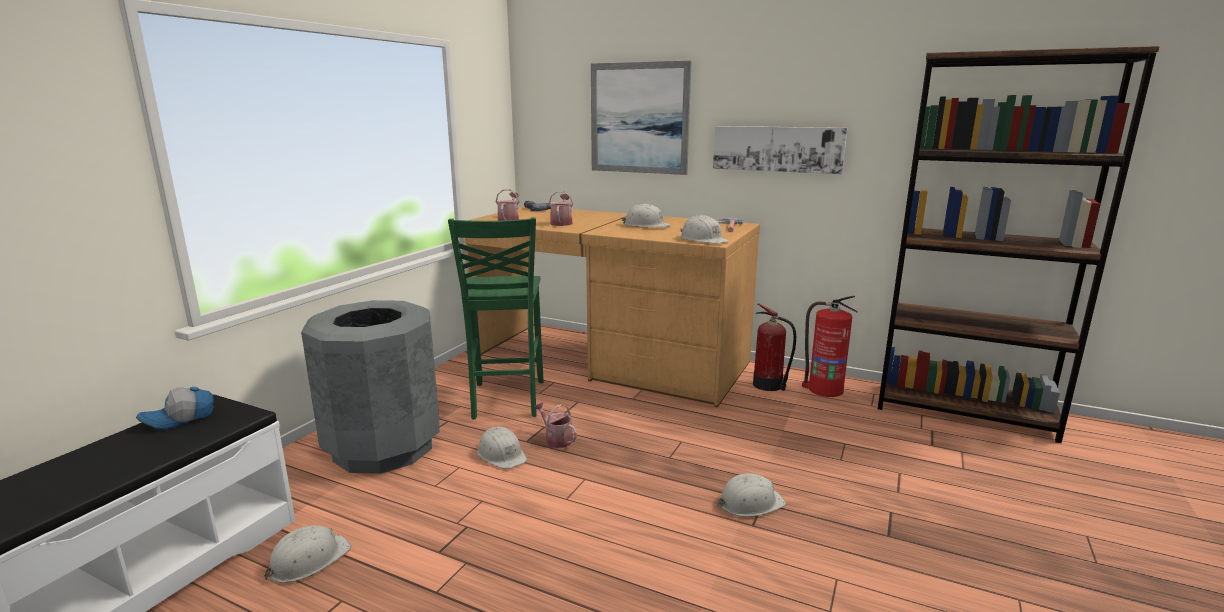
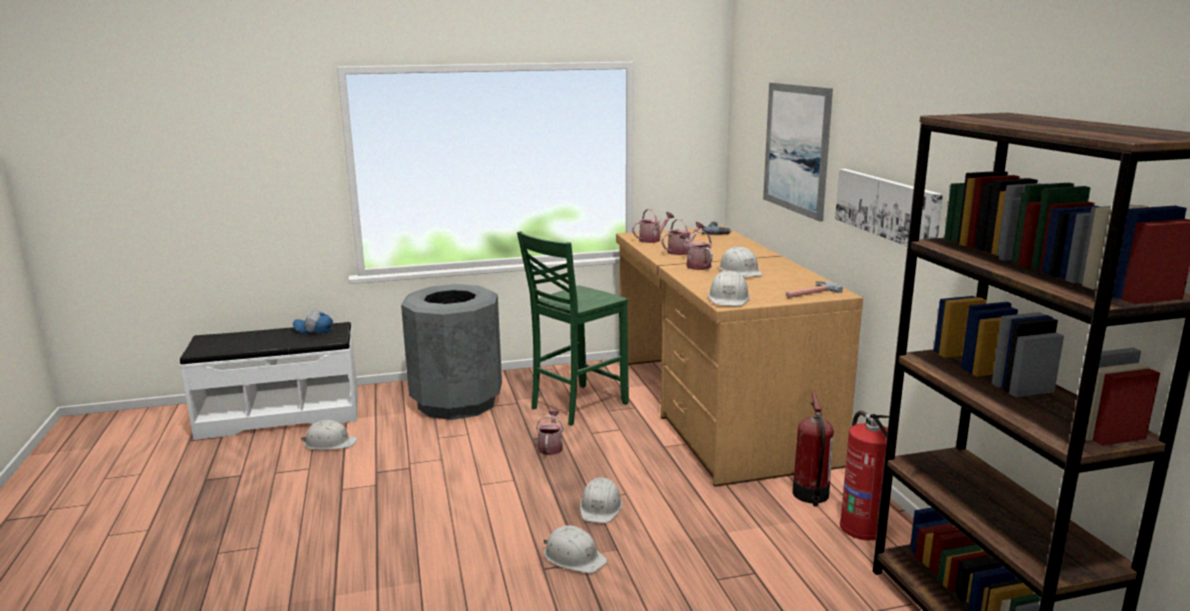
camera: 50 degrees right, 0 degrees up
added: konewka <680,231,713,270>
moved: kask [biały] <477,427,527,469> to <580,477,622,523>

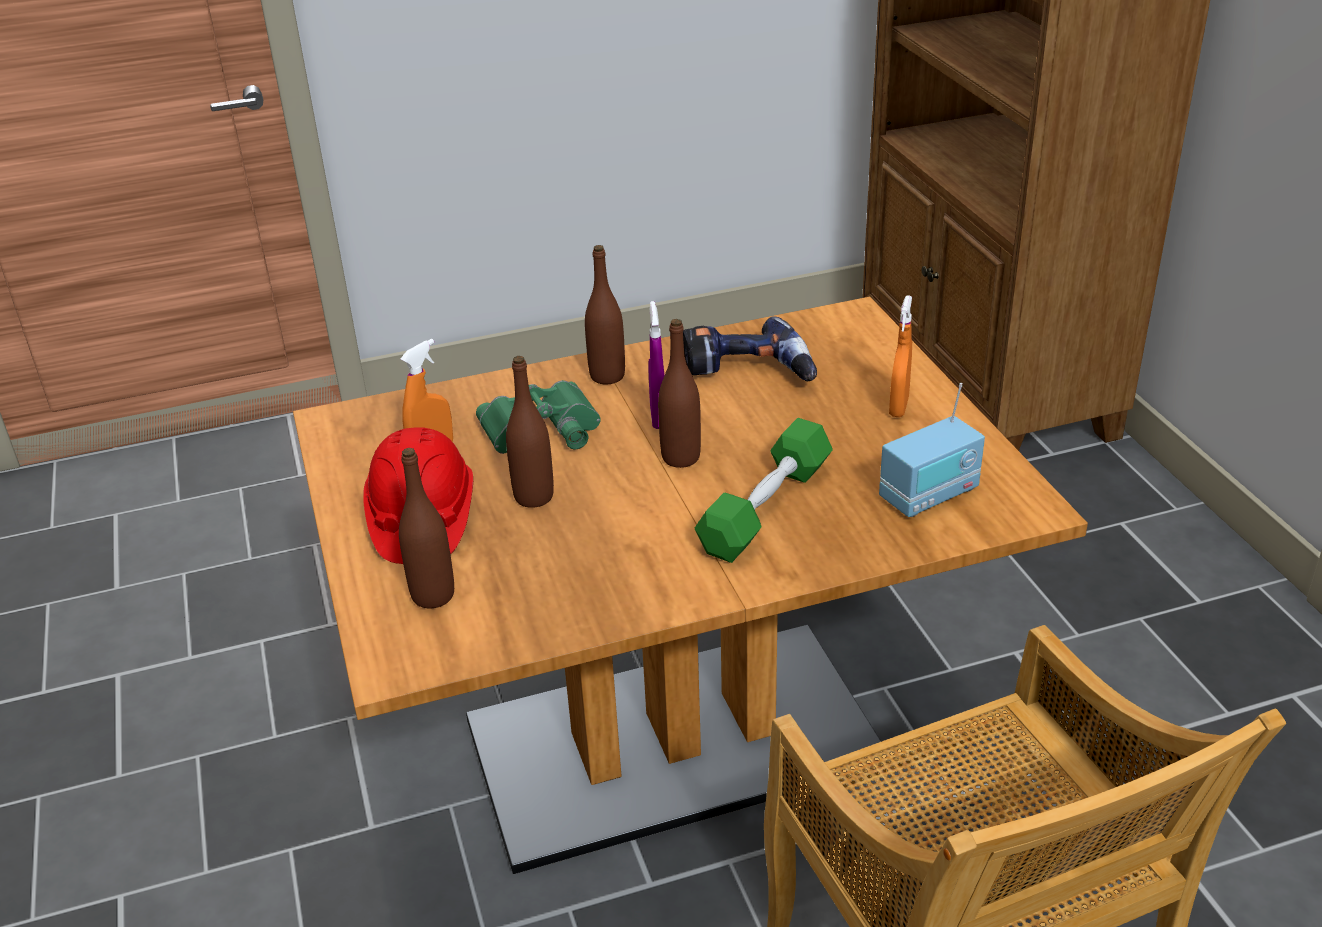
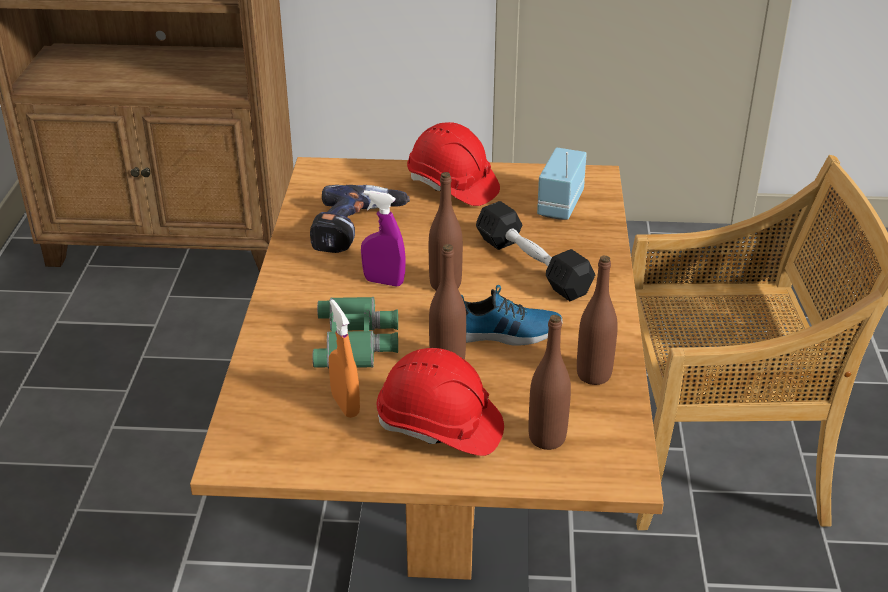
camera: 70 degrees left, 0 degrees up
added: but <461,285,562,346>
moved: butelka [brązowy] <585,245,625,384> to <577,256,618,385>
replaced: spryskiwacz [pomarańczowy] <889,295,912,417> to kask [czerwony] <407,122,500,206>
recoloured: hantel [zielony] <695,418,833,563> to hantel [czarny] <476,201,595,301>
turned: radio <879,383,985,517> = <537,148,587,220> 150 degrees counterclockwise

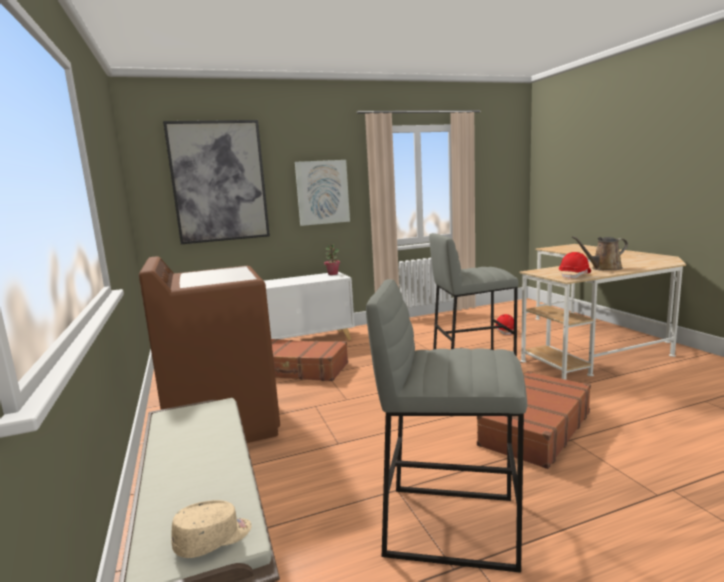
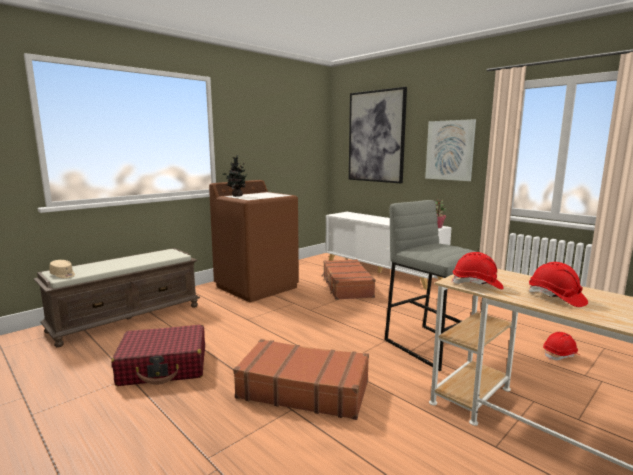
camera: 65 degrees right, 0 degrees up
added: roślina doniczkowa <223,155,247,197>
replaced: stołek [szary] <366,279,527,573> to walizka [czerwony] <111,325,205,386>; konewka [brązowy] <572,236,628,271> to kask [czerwony] <529,262,588,307>

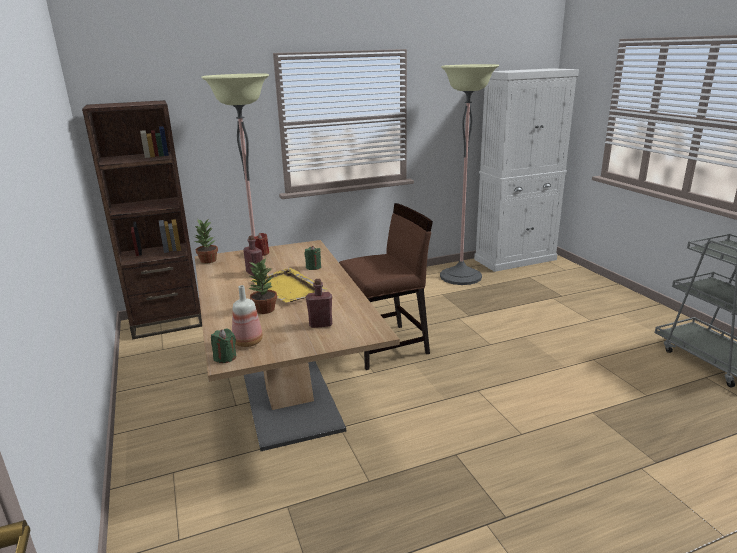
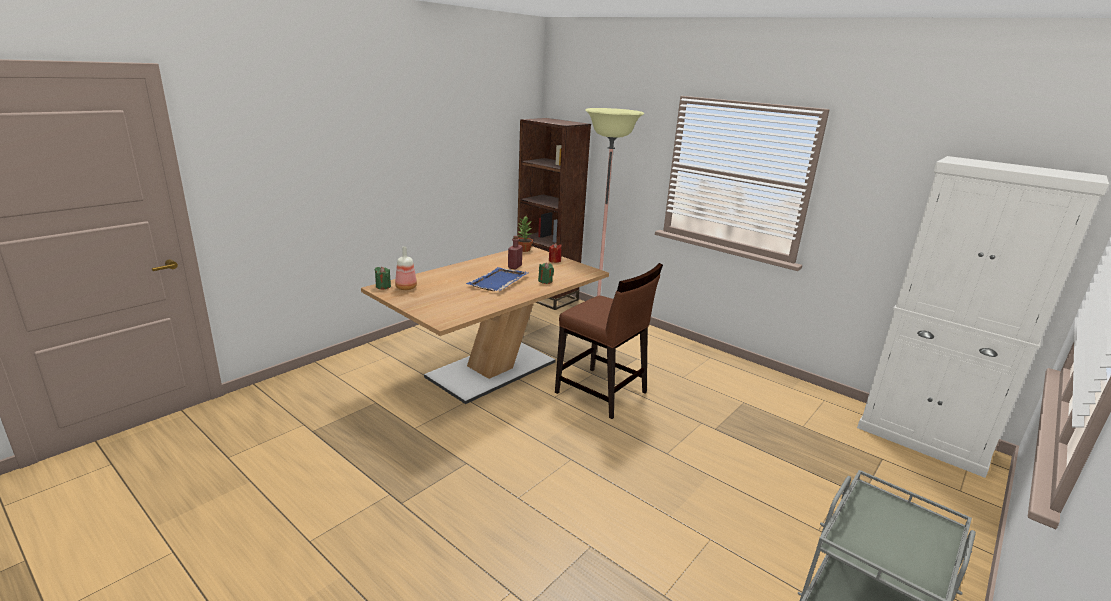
camera: 60 degrees right, 0 degrees up
removed: roślina doniczkowa <248,258,277,314>; butelka [czerwony] <306,279,332,328>; lampa stojąca <440,64,499,285>
recoloured: taca [żółty] <251,268,328,303> to taca [niebieski] <466,267,528,291>

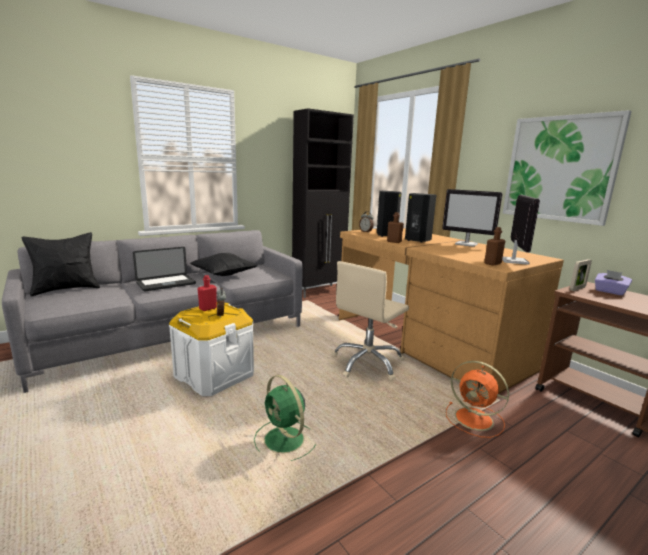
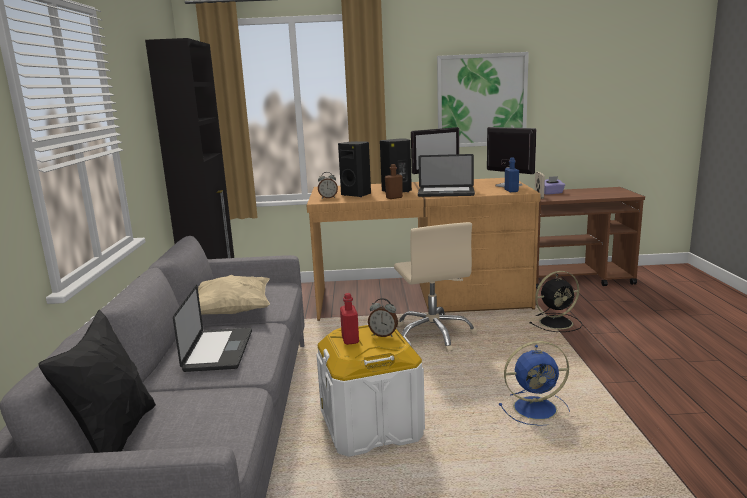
camera: 55 degrees left, 0 degrees up
added: laptop <418,154,475,197>
recoloured: poduszka [czarny] <190,253,258,276> to poduszka [beżowy] <198,275,270,315>; wentylator [zielony] <254,375,315,461> to wentylator [niebieski] <499,341,570,426>; butelka [brązowy] <484,227,505,266> to butelka [niebieski] <505,158,519,192>; wentylator [pomarańczowy] <446,361,509,438> to wentylator [czarny] <529,271,582,332>

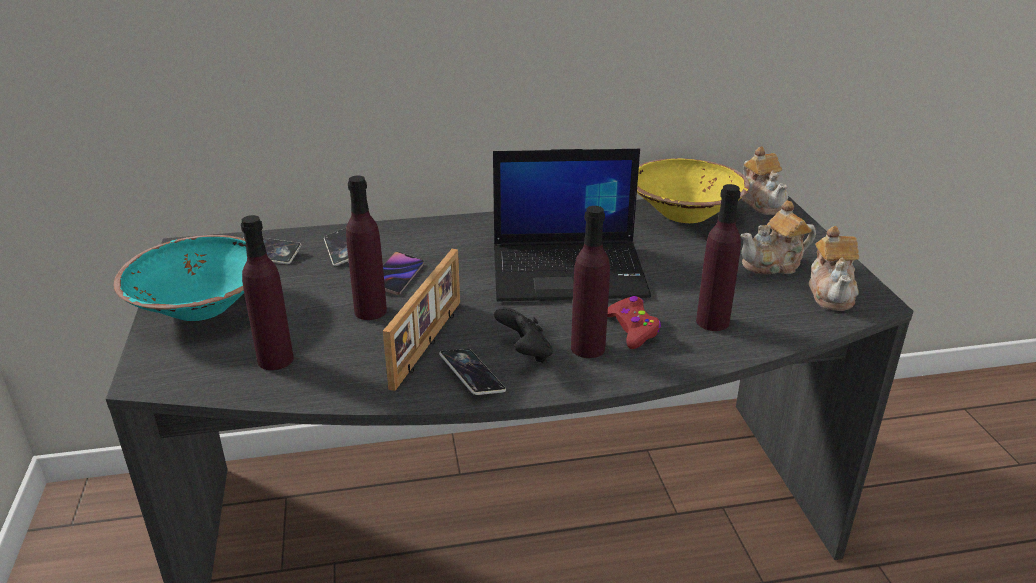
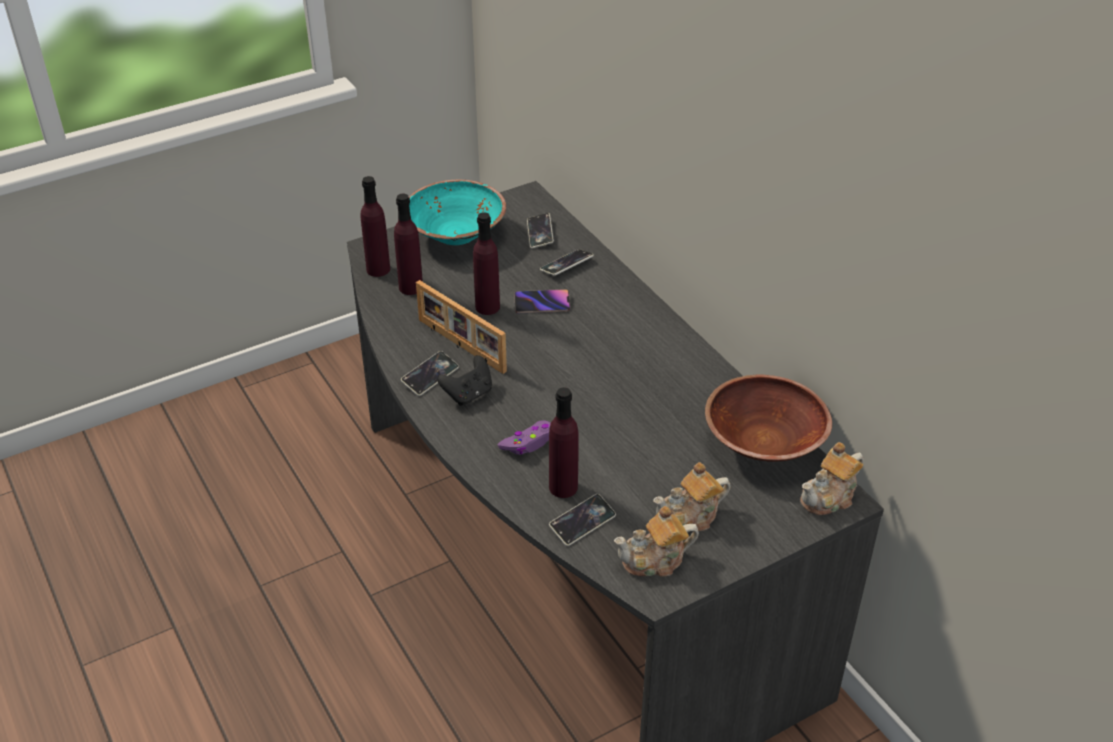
camera: 70 degrees right, 10 degrees up
removed: laptop <493,149,651,301>
added: telefon <549,494,616,546>
moved: butelka [fioletowy] <571,206,610,358> to <360,176,390,277>
recoloured: pad do gier [czerwony] <607,296,661,349> to pad do gier [fioletowy] <498,420,551,455>; miska [żółty] <637,158,750,223> to miska [brązowy] <705,375,832,462>
turned: ramka na zdjęcie <383,249,460,391> = <416,280,507,374> 45 degrees clockwise; imbryk <741,200,816,274> = <653,462,730,532> 75 degrees counterclockwise

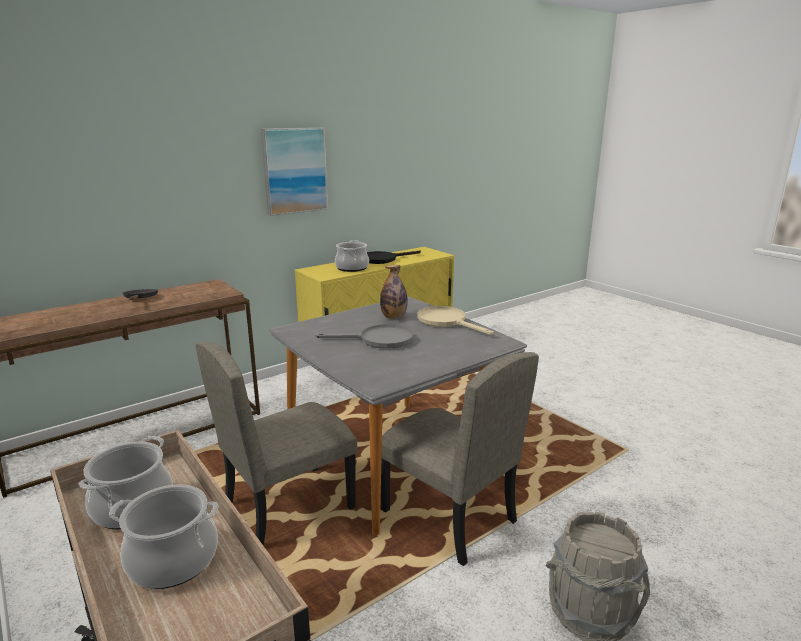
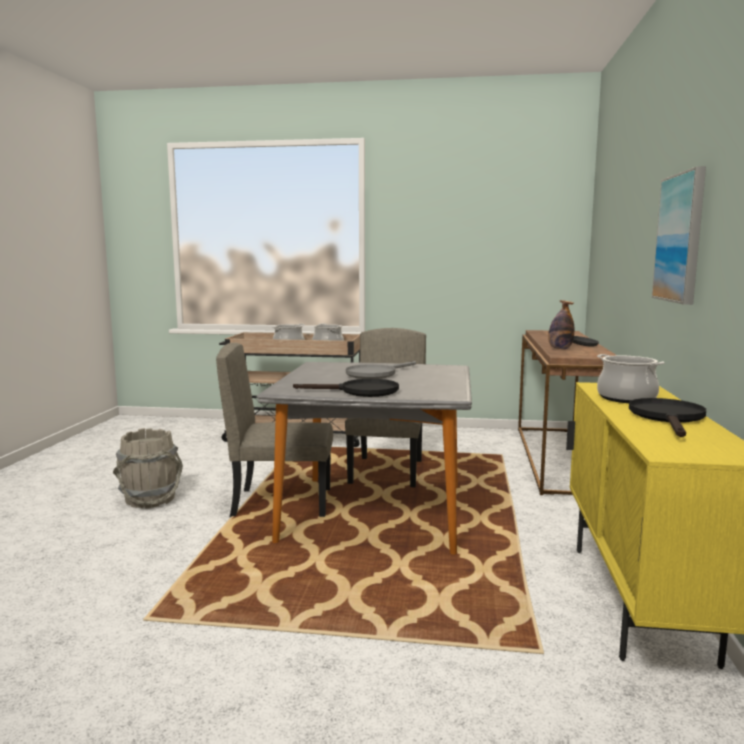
camera: 135 degrees right, 10 degrees down
moved: butelka <380,265,408,319> to <548,300,575,349>
recoloured: patelnia [beżowy] <417,306,494,335> to patelnia [czarny] <293,379,399,397>

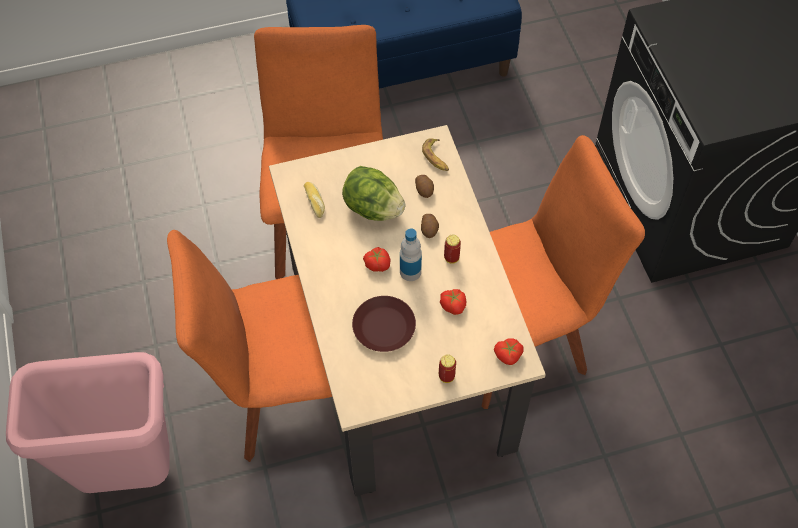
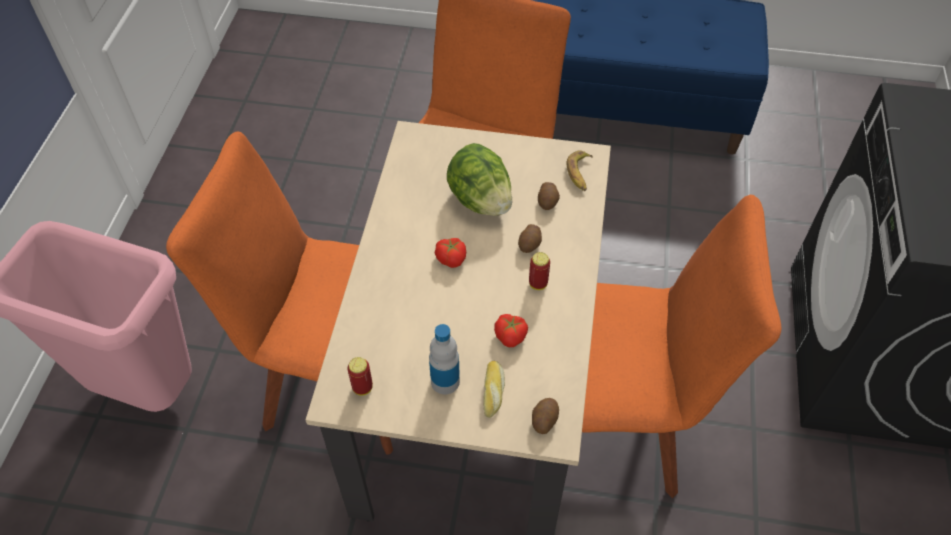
camera: 25 degrees right, 5 degrees down
removed: talerz [brązowy] <352,296,416,352>
moved: puszka <439,354,456,383> to <348,357,373,396>; butelka <400,229,422,281> to <429,324,460,395>; chleb <304,182,325,218> to <483,361,505,418>
replaced: pomidor <494,338,524,365> to ziemniak <532,398,559,434>

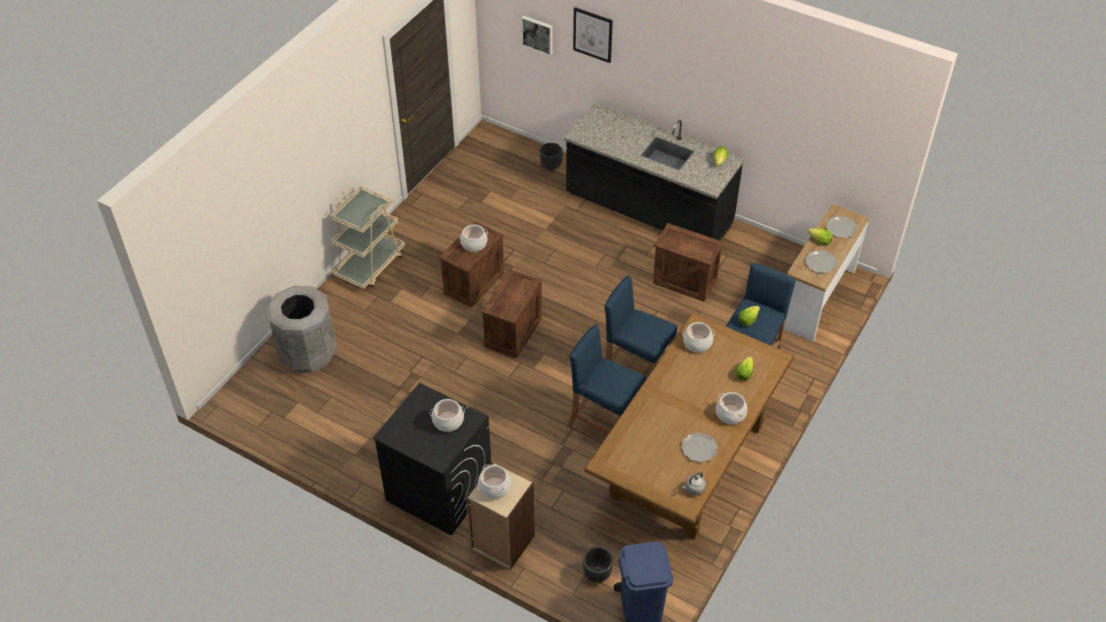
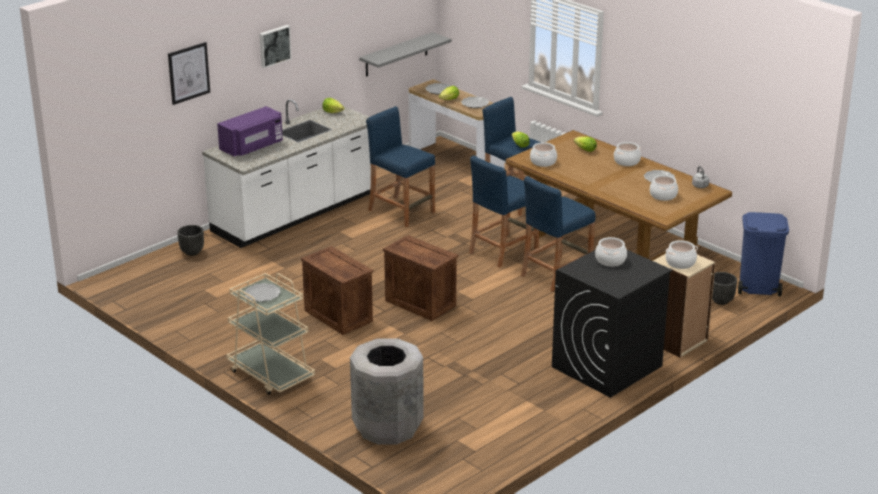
camera: 75 degrees left, 20 degrees down
added: mikrofalówka [fioletowy] <217,106,283,157>; talerz <245,283,281,302>; półka [szary] <359,32,452,77>
moved: obraz <521,15,553,56> to <260,25,292,68>; garnek <459,225,488,252> to <650,175,678,201>
replaced: skrzynka <653,223,724,302> to stołek [niebieski] <366,106,435,227>
recoloured: zabudowa kuchenna [czarny] <564,103,744,241> to zabudowa kuchenna [biały] <202,99,371,248>

